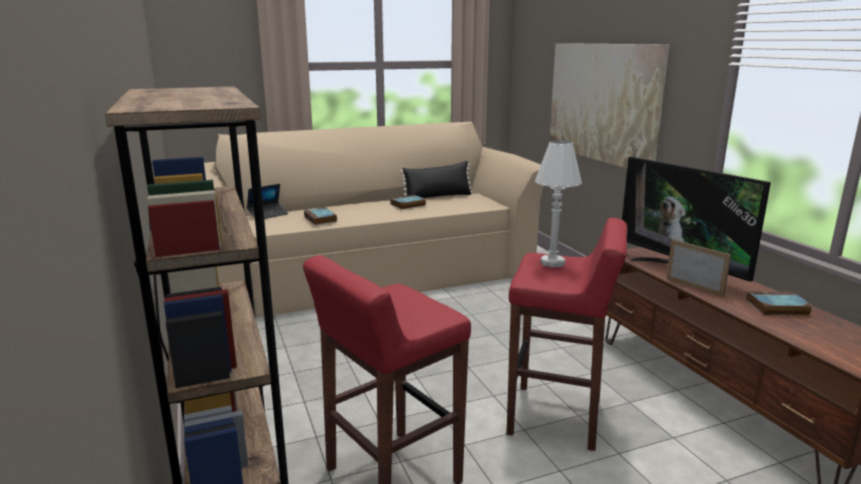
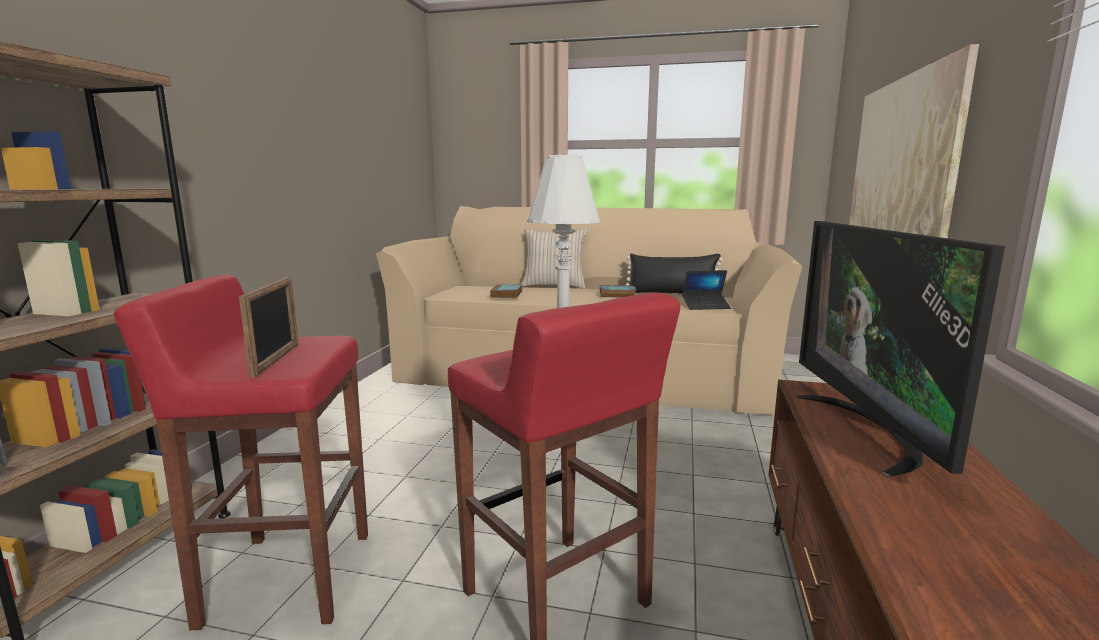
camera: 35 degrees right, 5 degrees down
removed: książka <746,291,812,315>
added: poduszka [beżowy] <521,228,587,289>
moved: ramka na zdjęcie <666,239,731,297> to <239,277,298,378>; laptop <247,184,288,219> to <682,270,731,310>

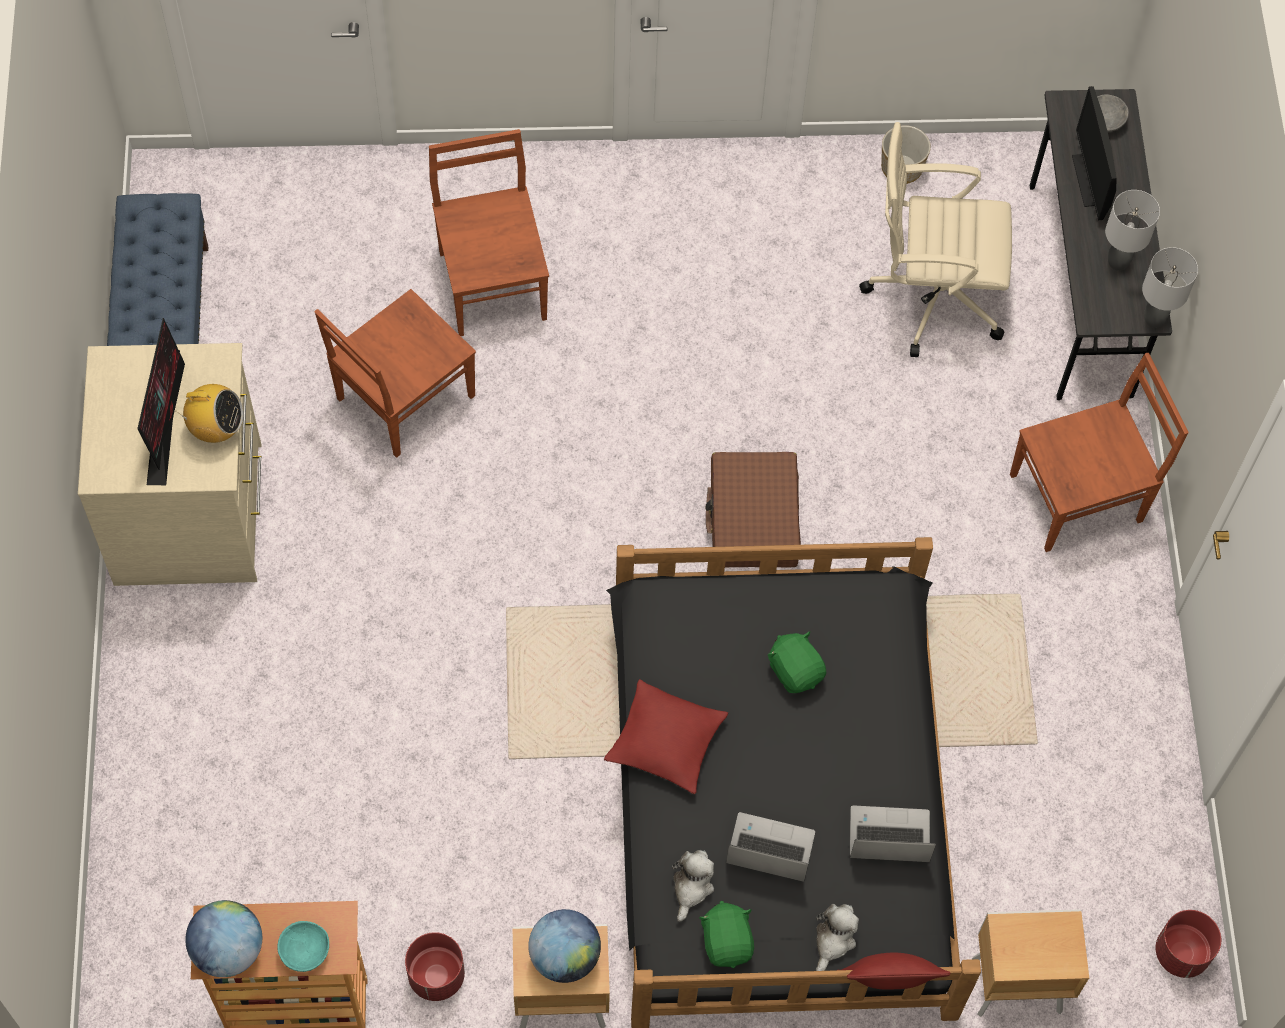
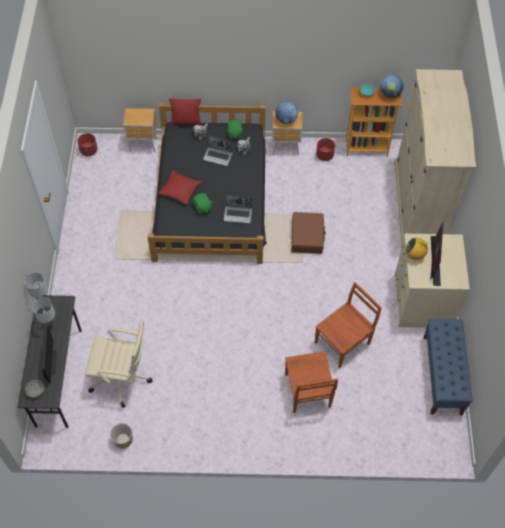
camera: 175 degrees left, 5 degrees down
removed: krzesło [brązowy] <1010,353,1189,552>
added: szafa [beżowy] <395,69,476,247>
moved: poduszka [czerwony] <604,679,728,794> to <158,171,202,205>; laptop <850,805,936,862> to <224,195,253,224>; walizka [brązowy] <706,452,801,568> to <291,212,326,254>

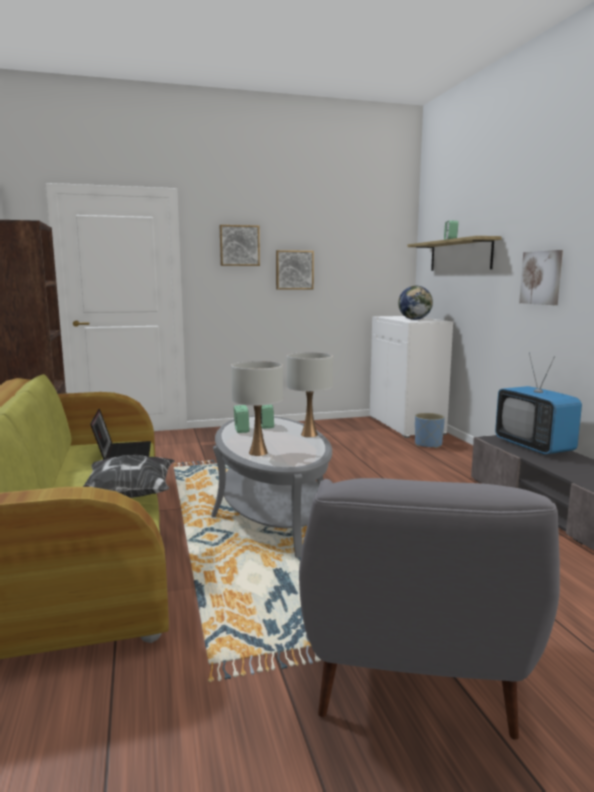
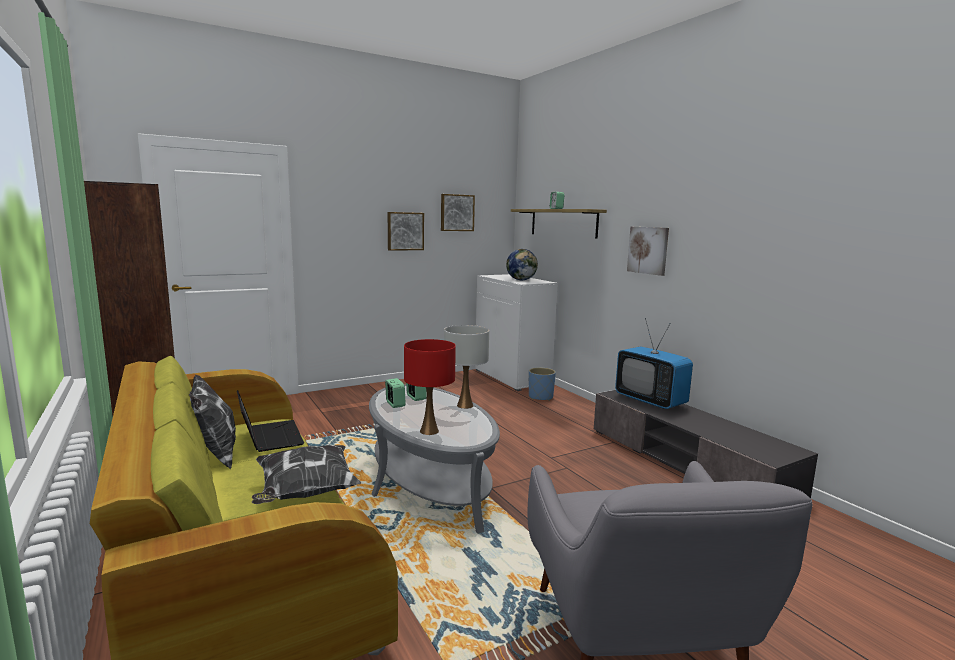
camera: 15 degrees left, 0 degrees up
added: poduszka <189,374,236,469>
moved: obraz <220,225,260,266> to <441,194,475,231>
recoloured: lampa stołowa [biały] <231,361,283,456> to lampa stołowa [czerwony] <404,339,456,435>

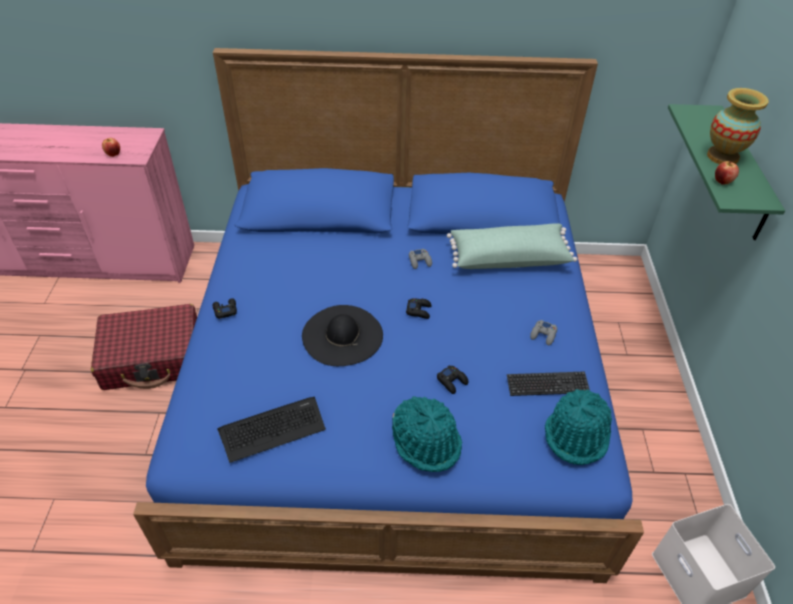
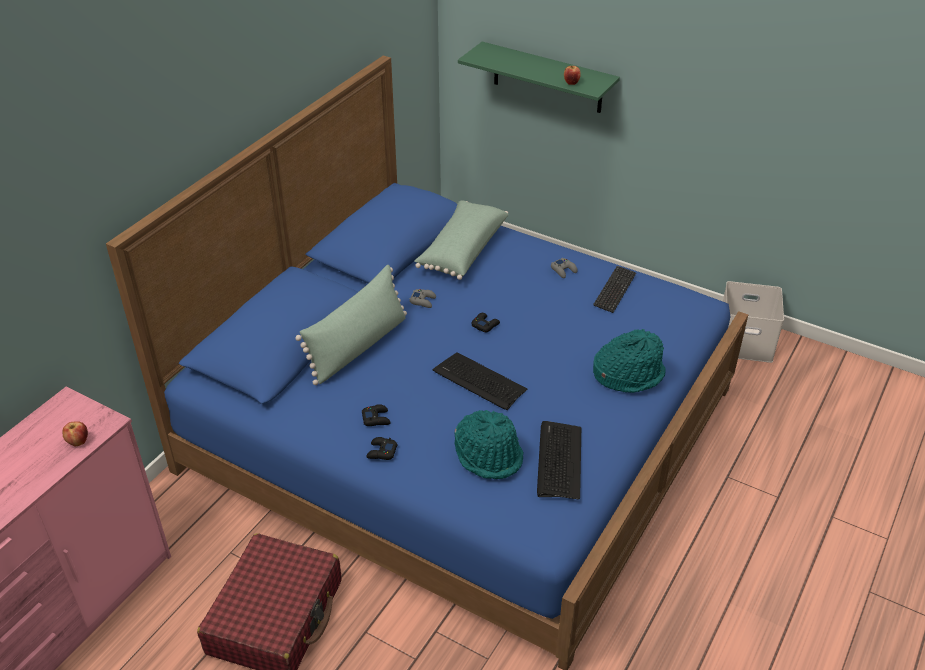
camera: 60 degrees left, 5 degrees down
removed: wazon <707,88,768,164>
added: poduszka [zielony] <295,265,407,385>
moved: pad do gier [czarny] <437,365,469,394> to <362,404,391,426>; kapelusz [turkusowy] <545,389,612,465> to <454,410,524,479>
replaced: kapelusz [czarny] <302,305,383,366> to klawiatura <433,352,527,410>

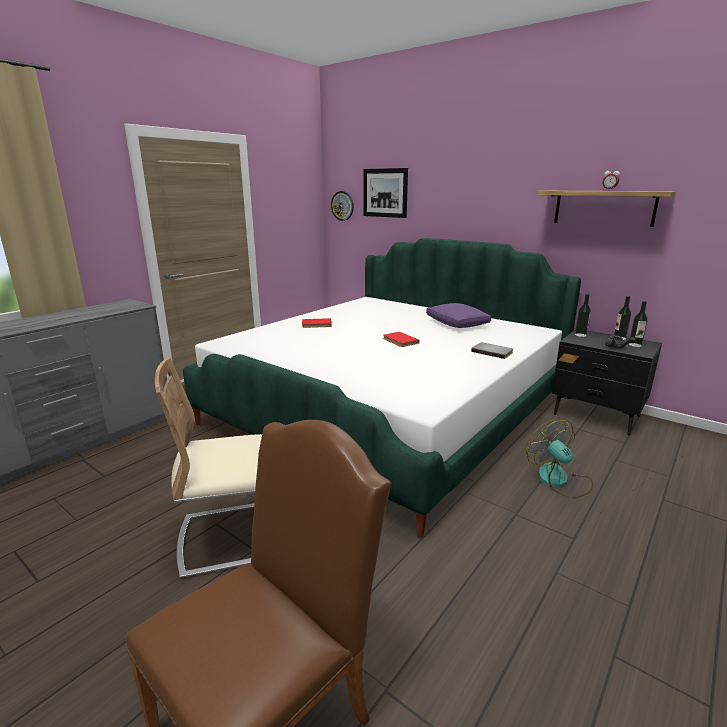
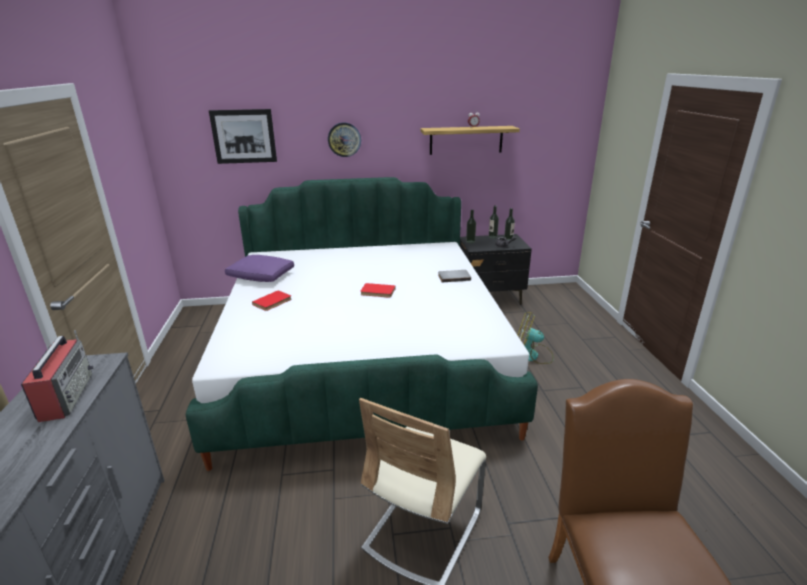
camera: 45 degrees left, 5 degrees up
added: radio <21,330,93,422>
moved: poduszka [fioletowy] <426,303,491,328> to <225,255,294,282>; zegar ścienny <331,191,354,221> to <328,122,361,157>

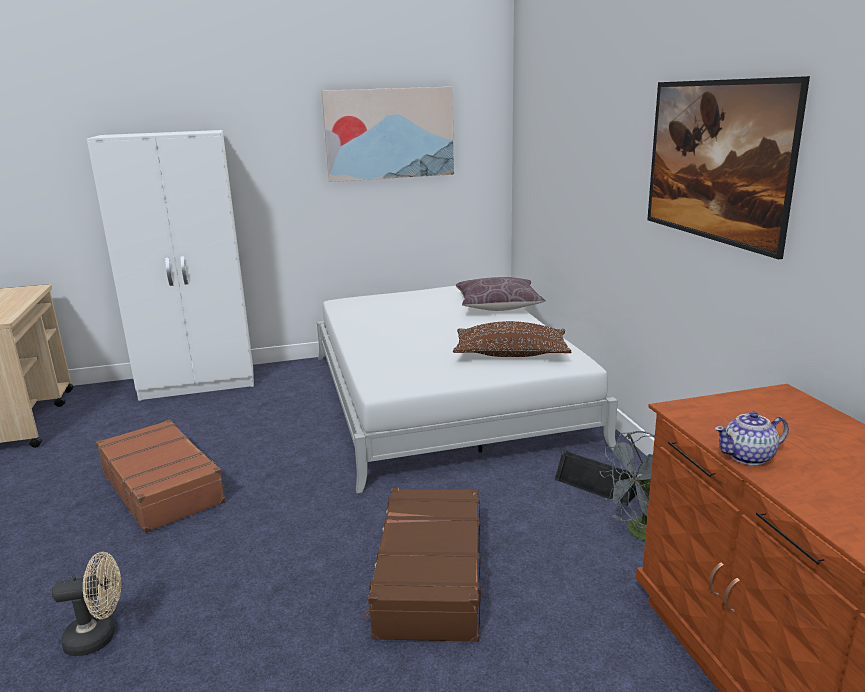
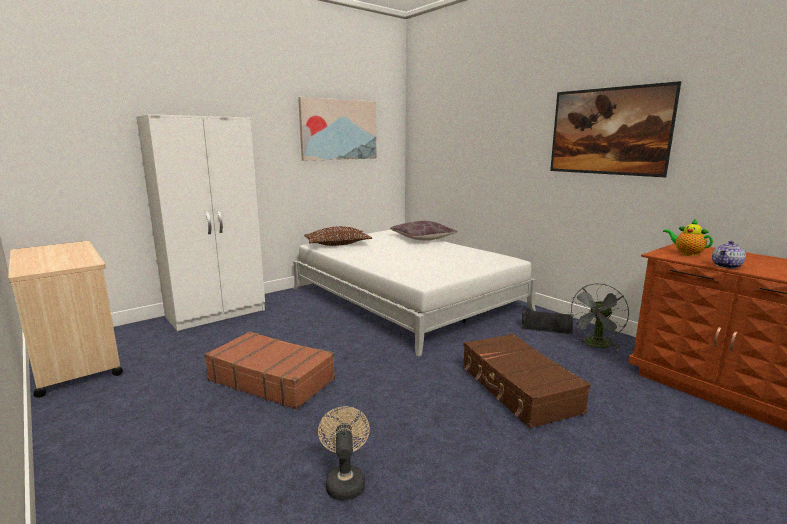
camera: 25 degrees left, 5 degrees down
added: imbryk <663,219,713,256>
moved: poduszka [brązowy] <453,321,572,357> to <304,226,372,246>
turned: wentylator [beżowy] <52,552,121,656> = <318,407,370,500> 60 degrees counterclockwise

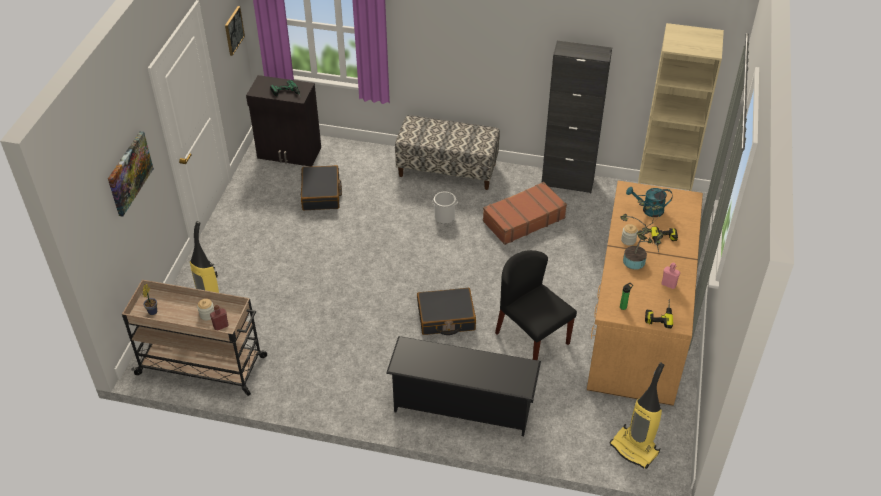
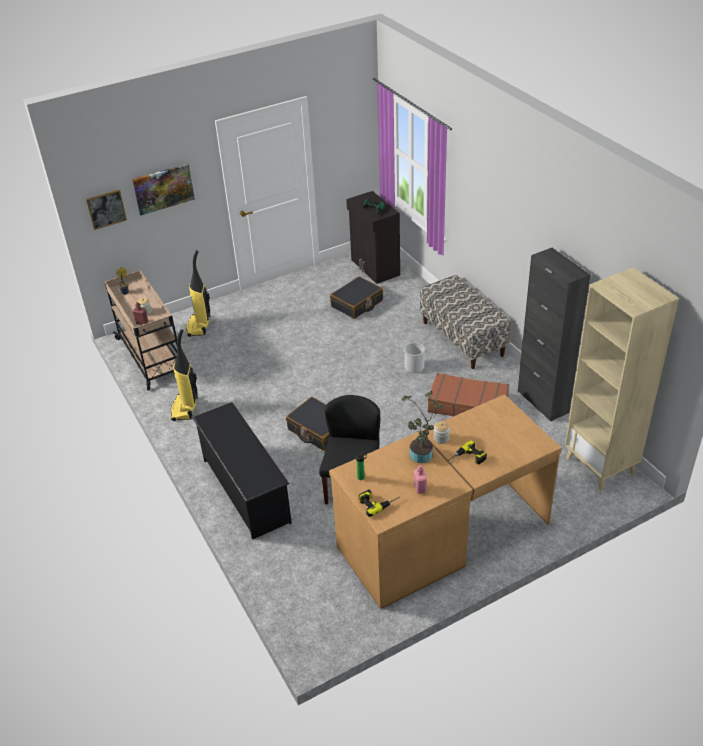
camera: 50 degrees right, 5 degrees down
removed: konewka [turkusowy] <626,187,673,217>
moved: obraz <225,6,245,56> to <86,190,127,230>; odkurzacz <610,362,664,469> to <171,329,198,421>

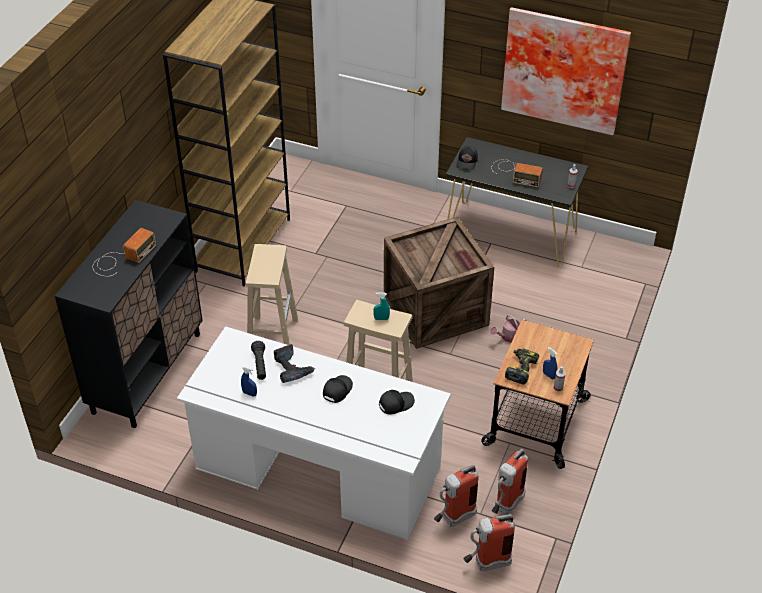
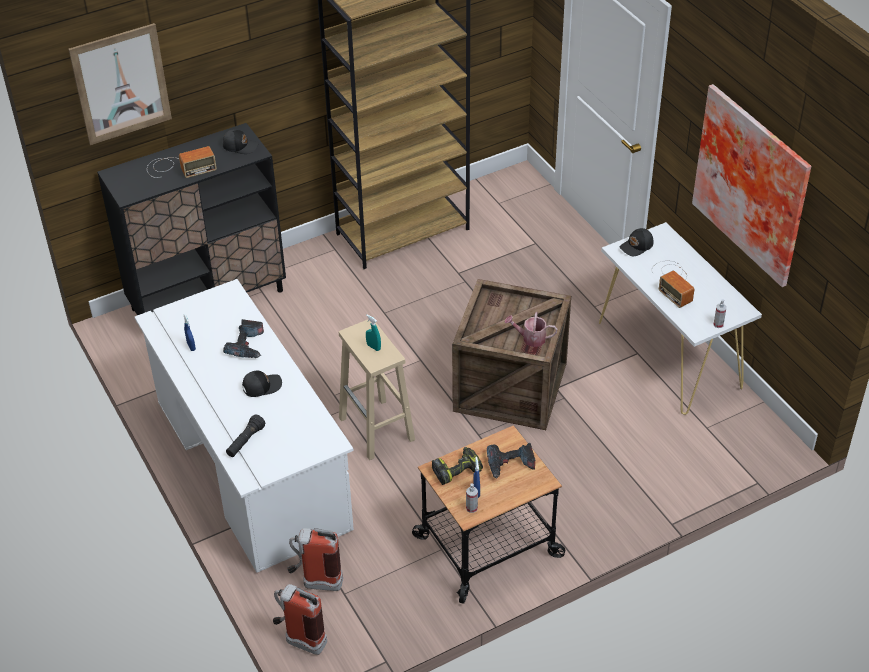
camera: 40 degrees right, 0 degrees up
removed: stołek [beżowy] <246,244,298,345>; gaśnica <492,449,528,515>
added: obraz <68,23,172,145>; wiertarka <487,443,535,478>
moved: czapka z daszkiem [czarny] <379,390,415,415> to <223,129,259,154>; latarka [czarny] <251,341,266,380> to <226,415,265,457>; konewka <490,315,527,343> to <504,312,557,347>
recoloured: stolik konsolowy [czarny] <446,137,588,267> to stolik konsolowy [biały] <599,222,762,415>

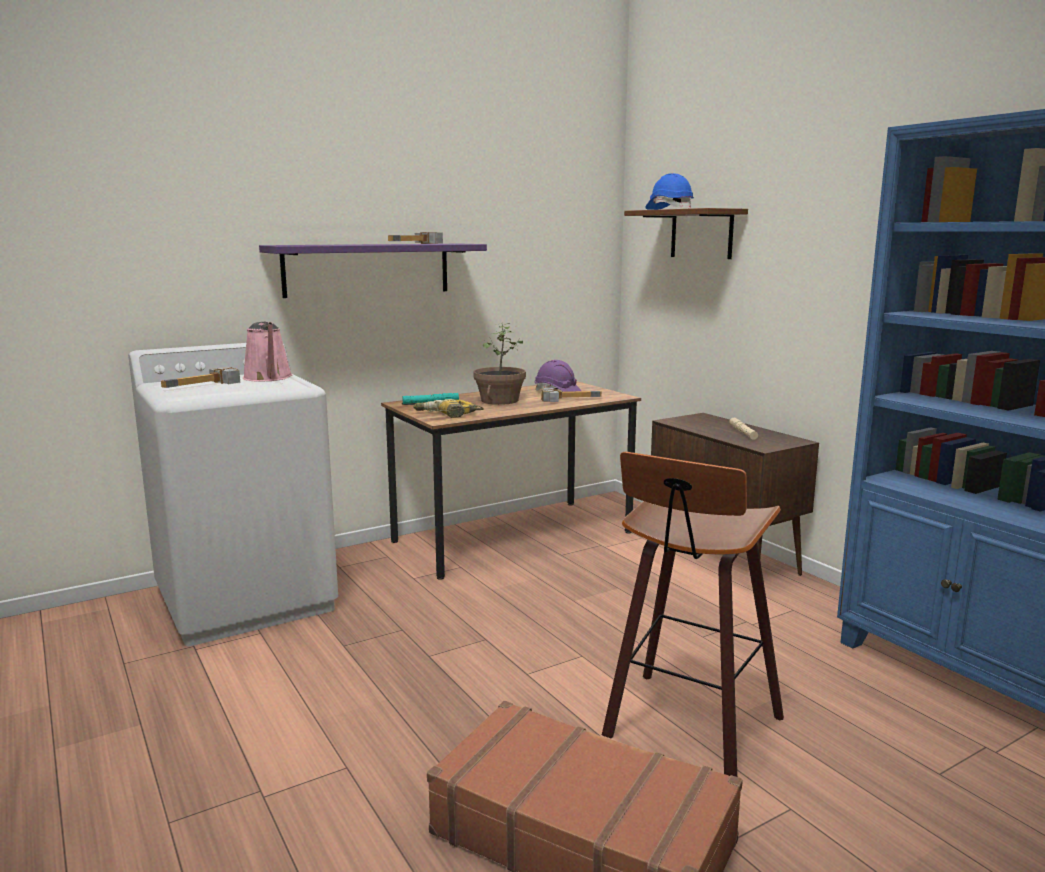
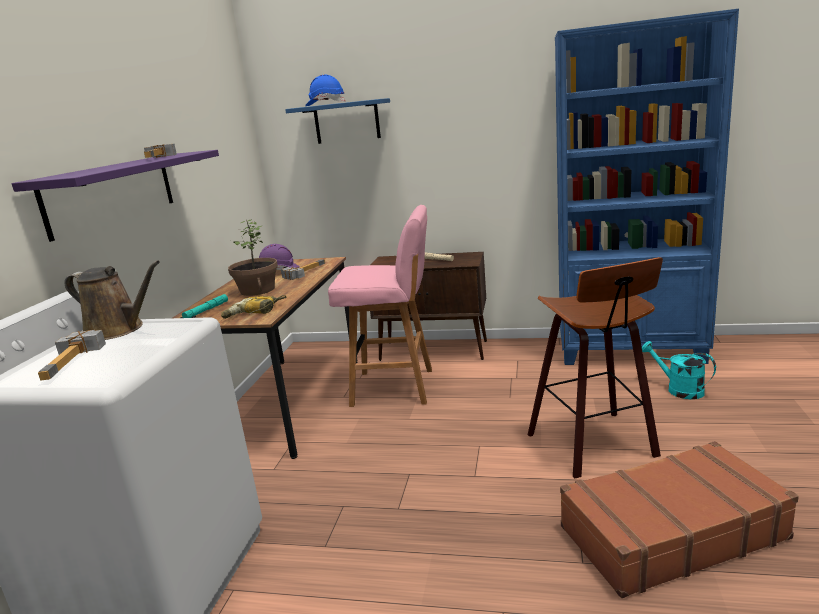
camera: 45 degrees left, 5 degrees up
added: stołek [różowy] <328,205,432,407>; konewka [turkusowy] <642,341,716,399>
recoloured: konewka [różowy] <243,322,293,382> to konewka [brązowy] <64,260,160,340>; półka [brązowy] <624,208,748,259> to półka [niebieski] <285,98,390,144>

